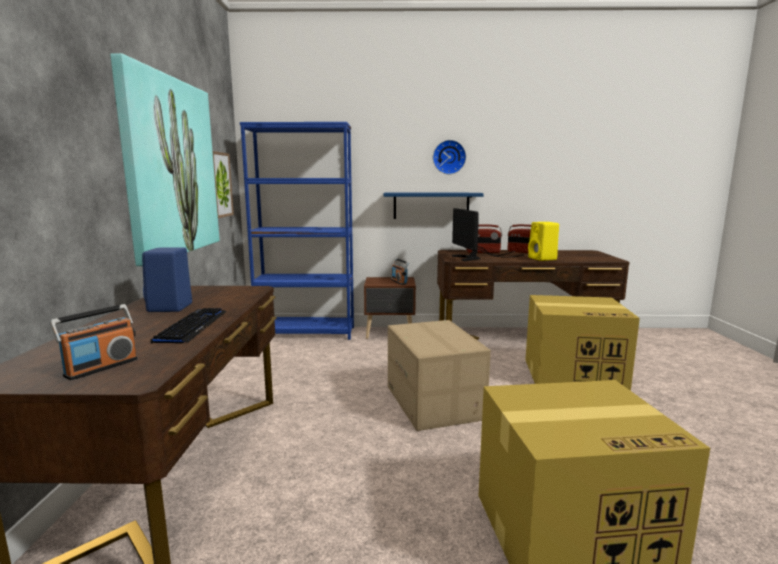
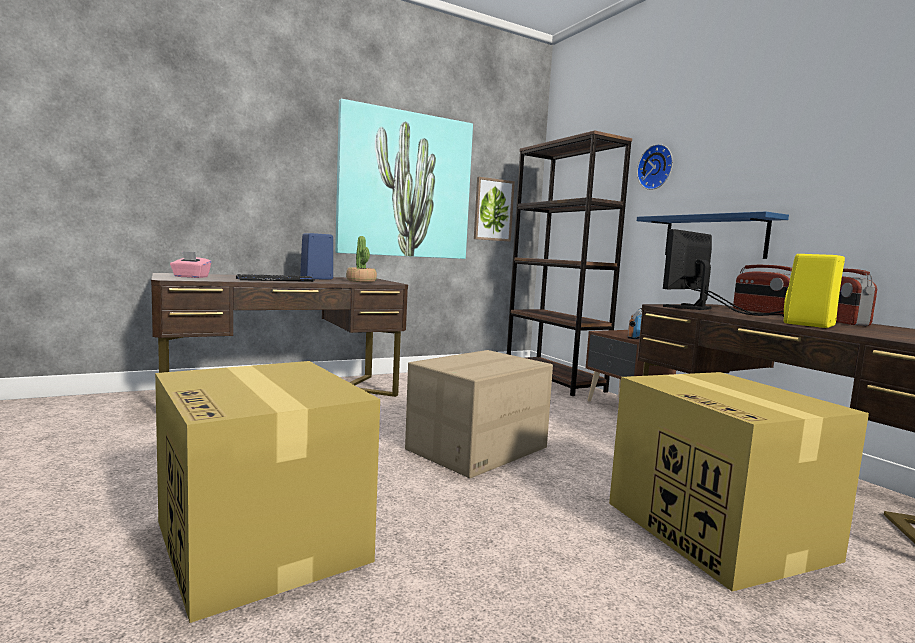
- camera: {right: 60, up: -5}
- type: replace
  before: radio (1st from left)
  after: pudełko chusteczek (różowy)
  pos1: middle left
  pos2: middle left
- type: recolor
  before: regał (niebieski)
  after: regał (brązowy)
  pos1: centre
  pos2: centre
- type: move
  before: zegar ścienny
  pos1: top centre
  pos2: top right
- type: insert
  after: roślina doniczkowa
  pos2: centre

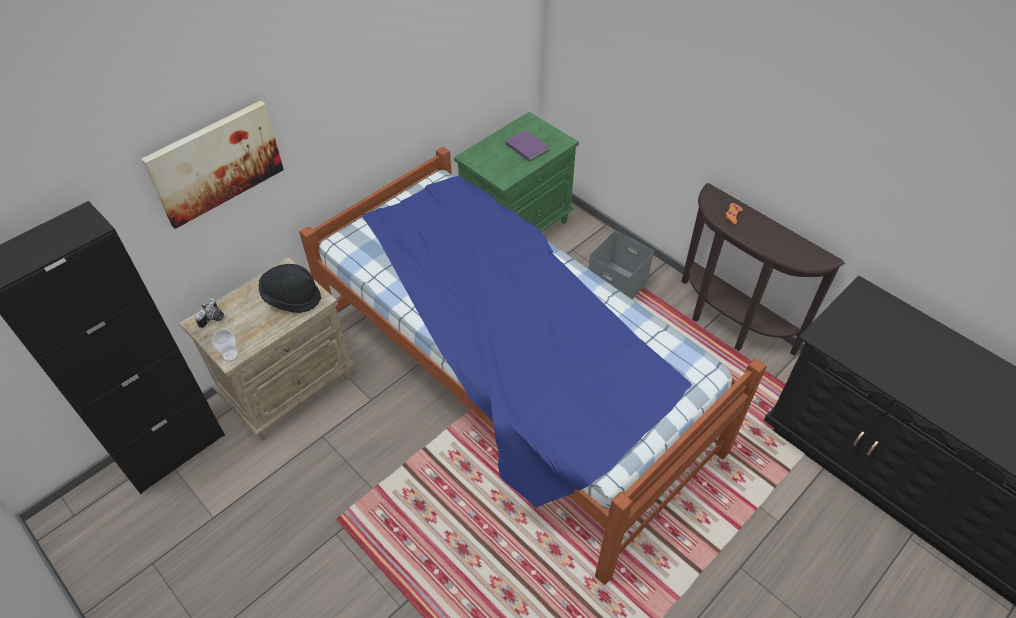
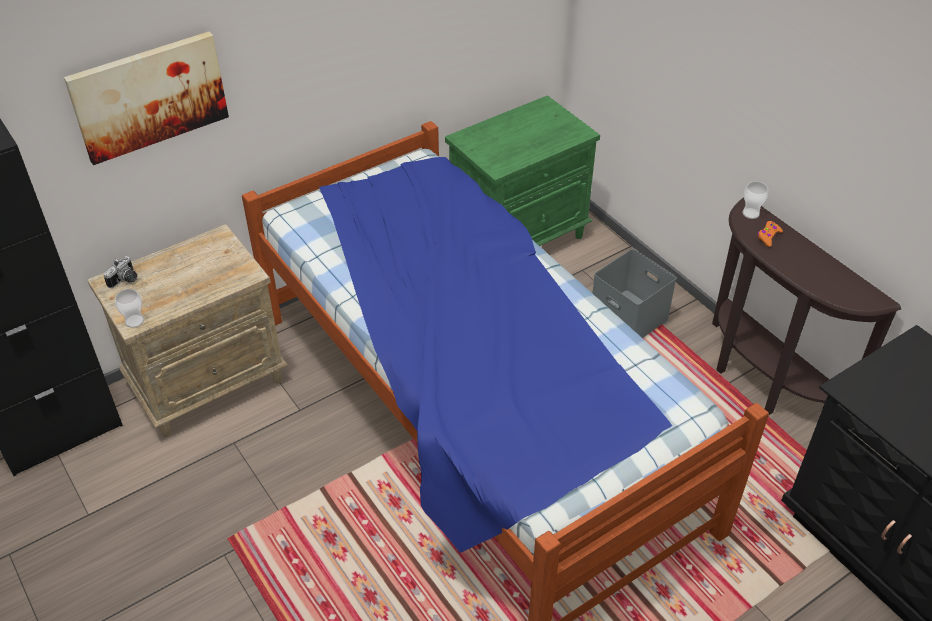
- camera: {right: 10, up: -5}
- type: delete
  before: kapelusz (czarny)
  pos1: middle left
- type: delete
  before: książka (fioletowy)
  pos1: top centre
- type: insert
  after: filiżanka (2nd from left)
  pos2: top right

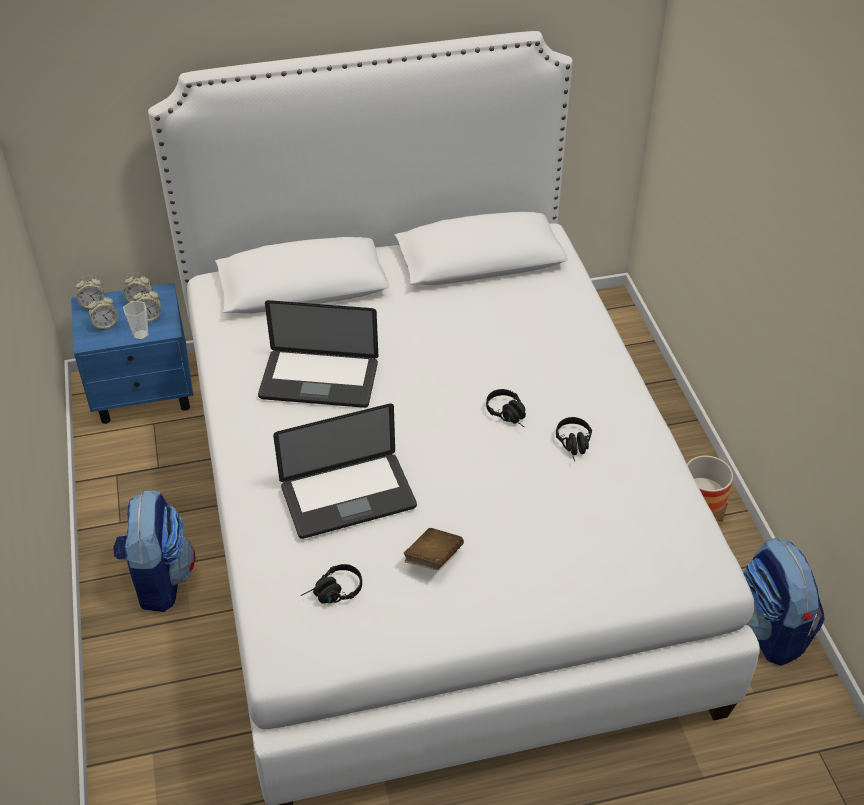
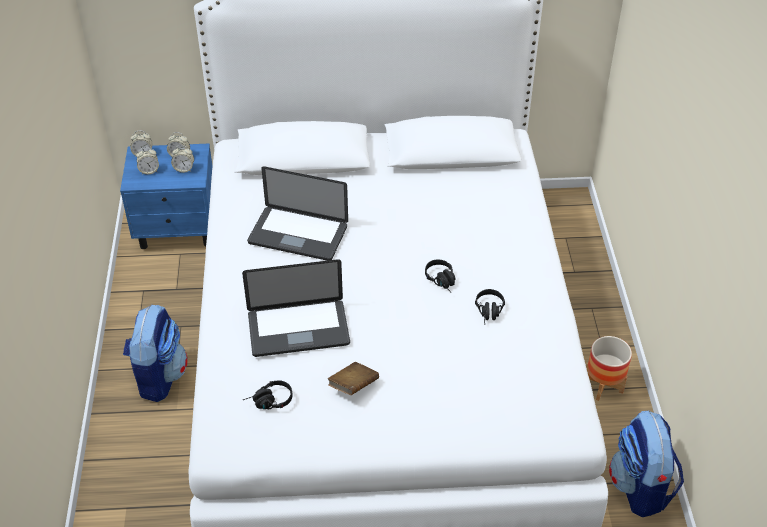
- camera: {right: 10, up: 0}
- type: delete
  before: filiżanka
  pos1: middle left

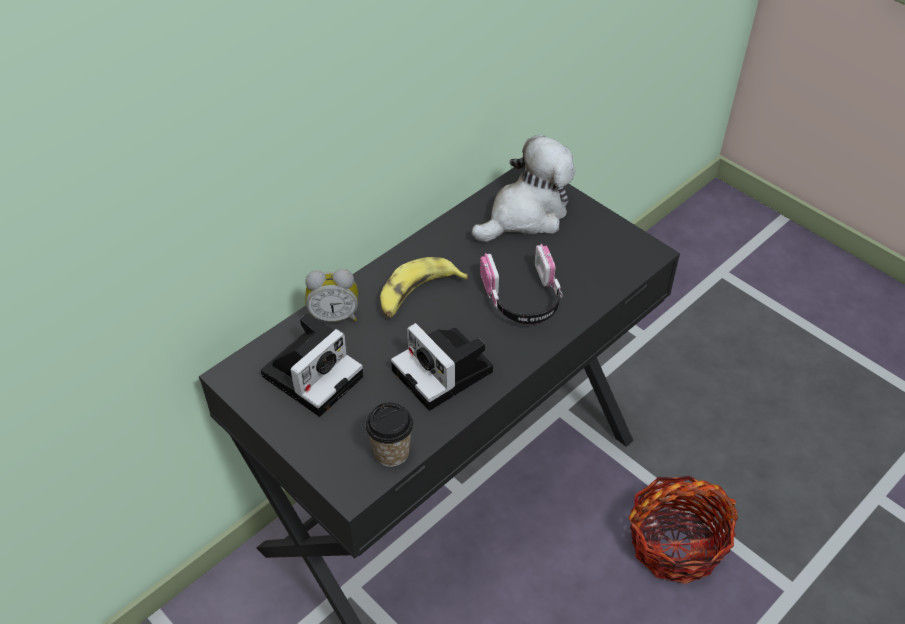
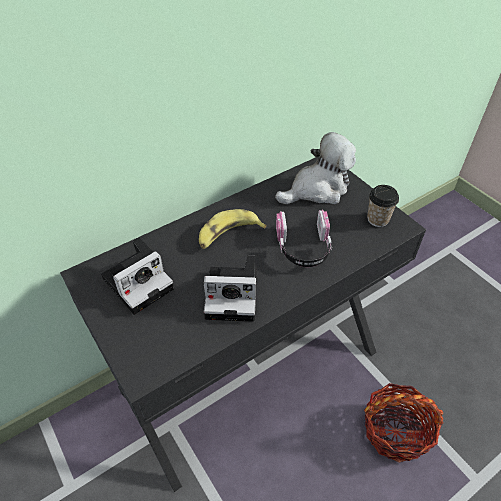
- camera: {right: 10, up: 0}
- type: delete
  before: budzik
  pos1: centre
- type: move
  before: filiżanka
  pos1: bottom centre
  pos2: middle right
- type: rotate
  before: aparat fotograficzny (2nd from left)
  pos1: centre
  pos2: centre
  turn: -60

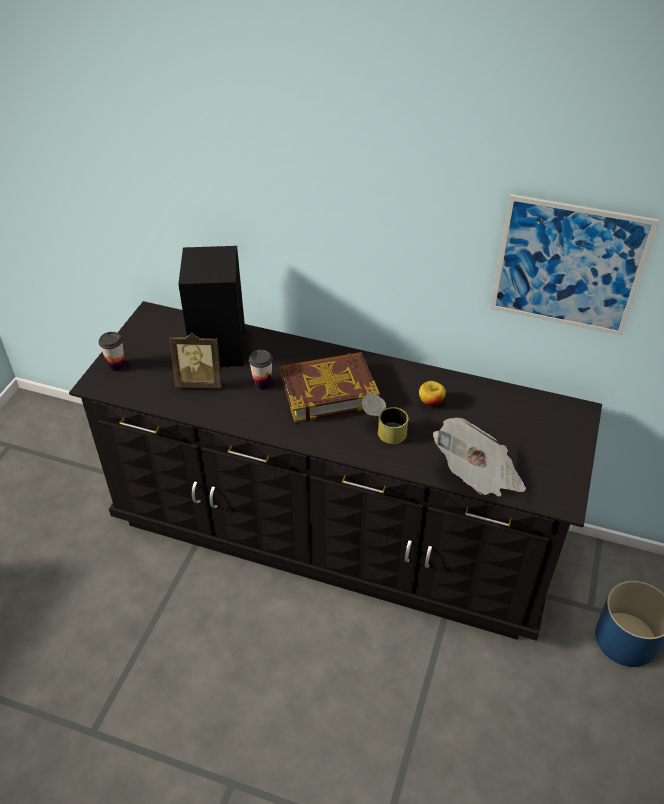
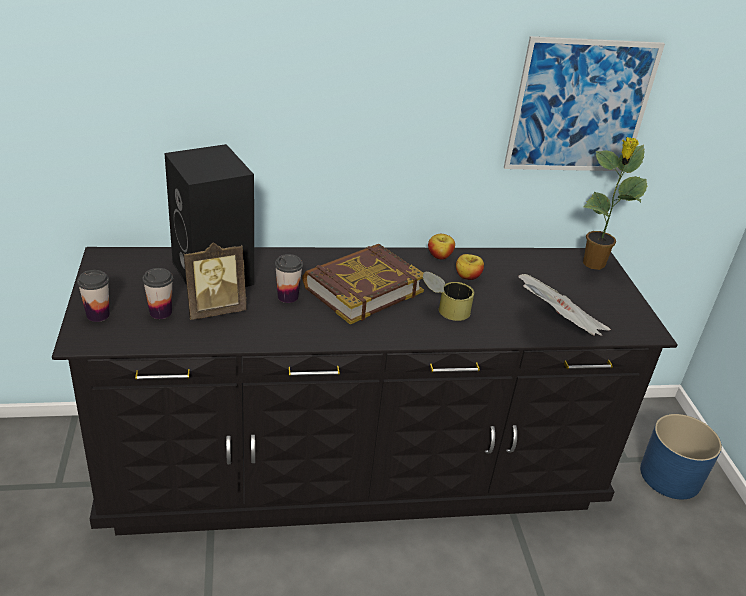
- camera: {right: -30, up: -10}
- type: insert
  after: filiżanka (2nd from left)
  pos2: middle left
- type: insert
  after: jabłko (1st from left)
  pos2: centre
- type: insert
  after: roślina doniczkowa
  pos2: middle right

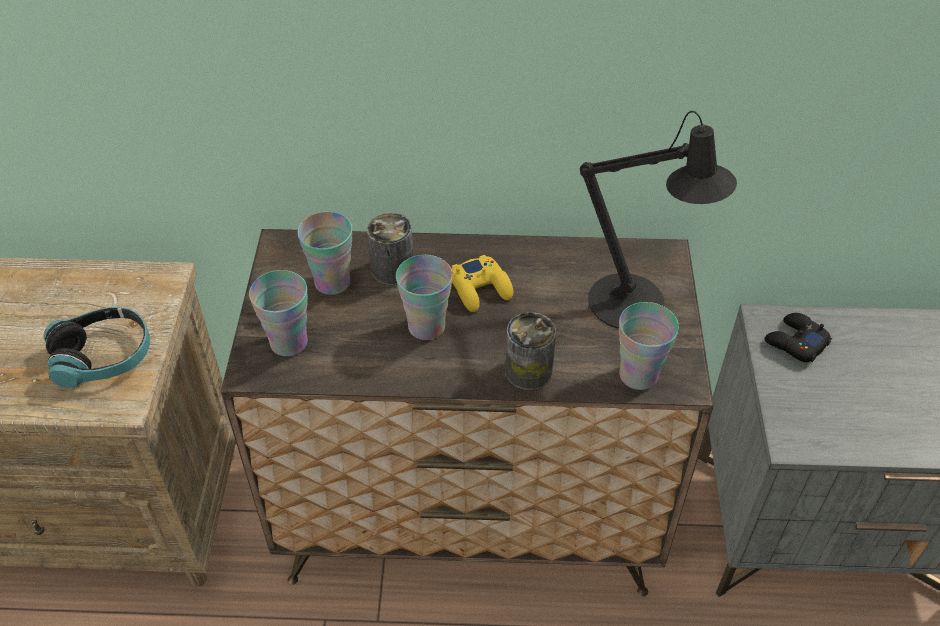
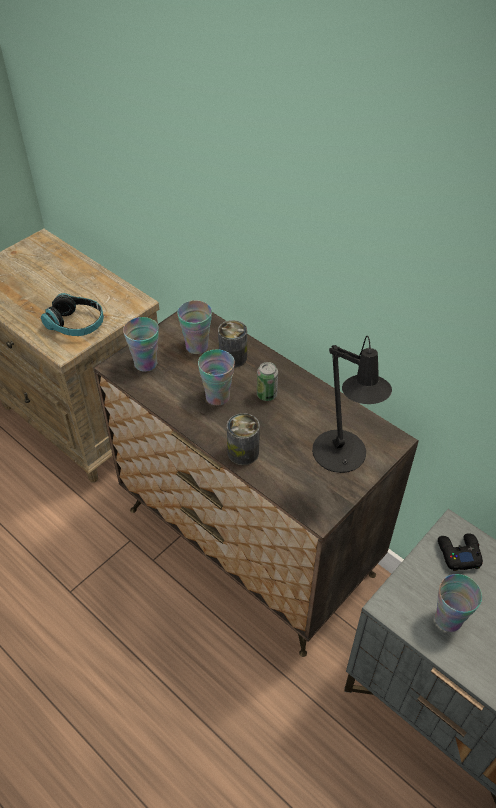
- camera: {right: 40, up: 0}
- type: replace
  before: pad do gier (żółty)
  after: puszka (3rd from left)
  pos1: centre
  pos2: centre
- type: move
  before: filiżanka (4th from left)
  pos1: middle right
  pos2: bottom right

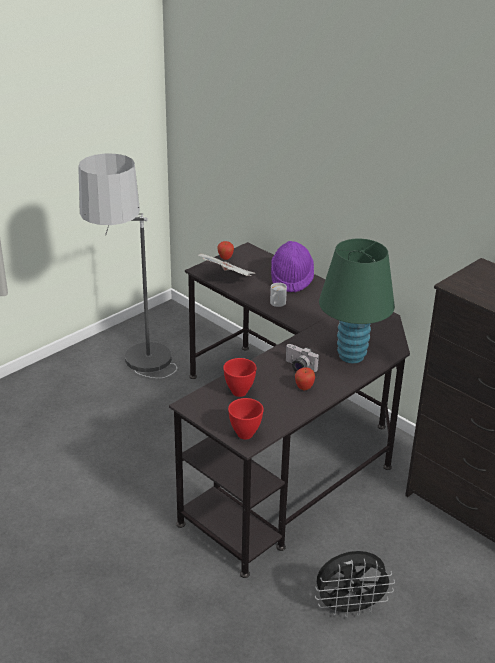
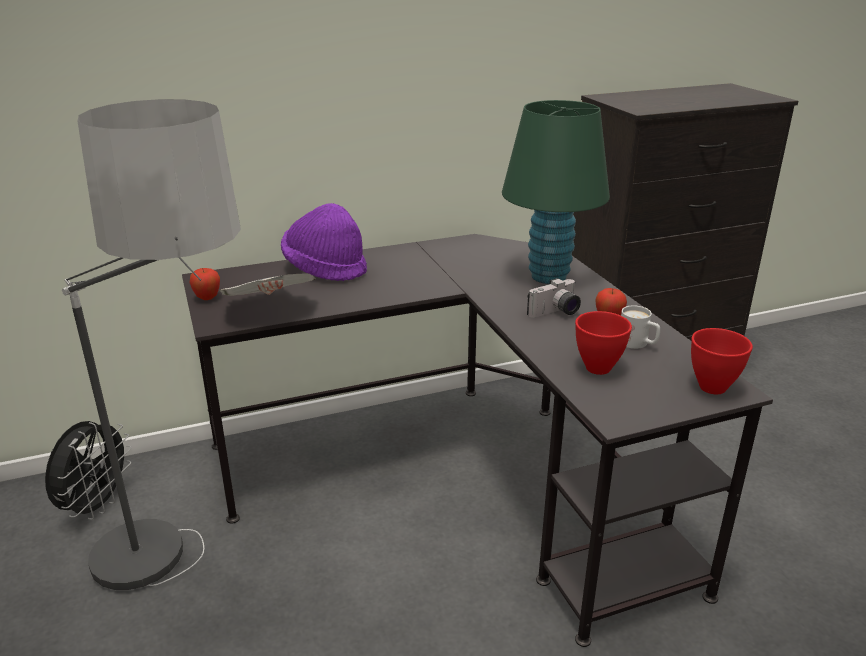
- camera: {right: -65, up: -5}
- type: move
  before: kubek (biały)
  pos1: centre
  pos2: middle right
- type: move
  before: wentylator (czarny)
  pos1: bottom right
  pos2: bottom left

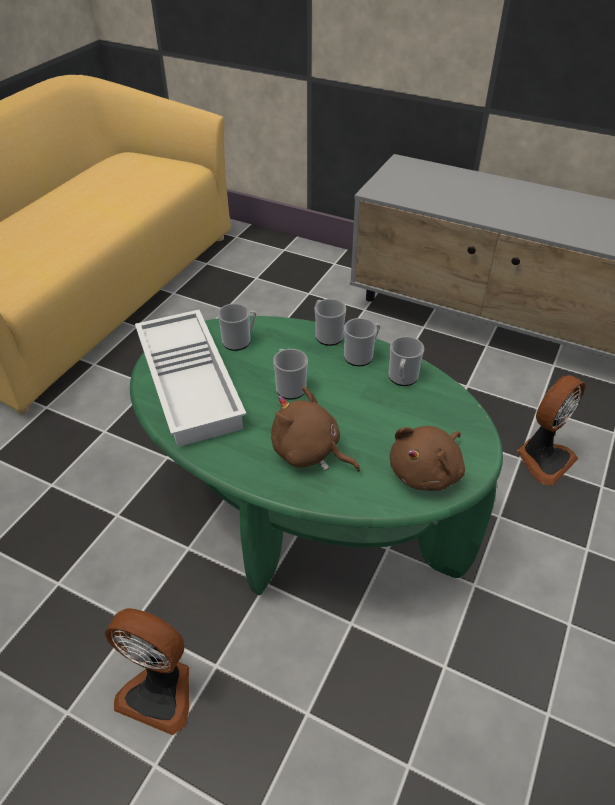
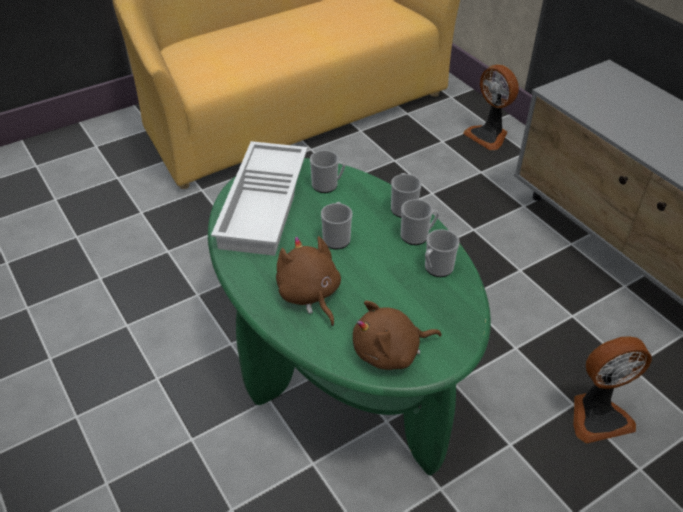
- camera: {right: 30, up: 0}
- type: move
  before: wentylator (1st from left)
  pos1: bottom left
  pos2: top right

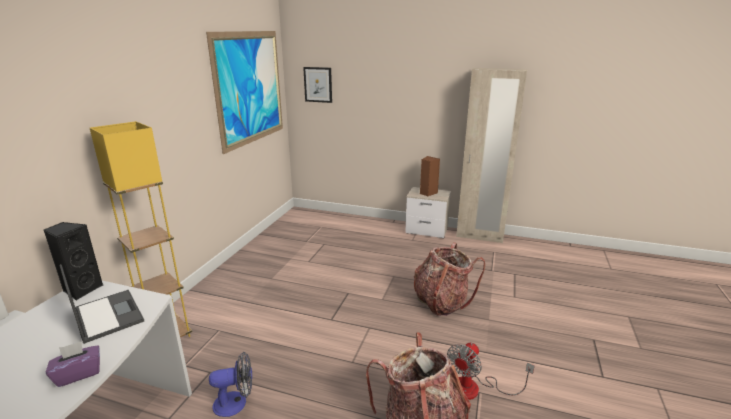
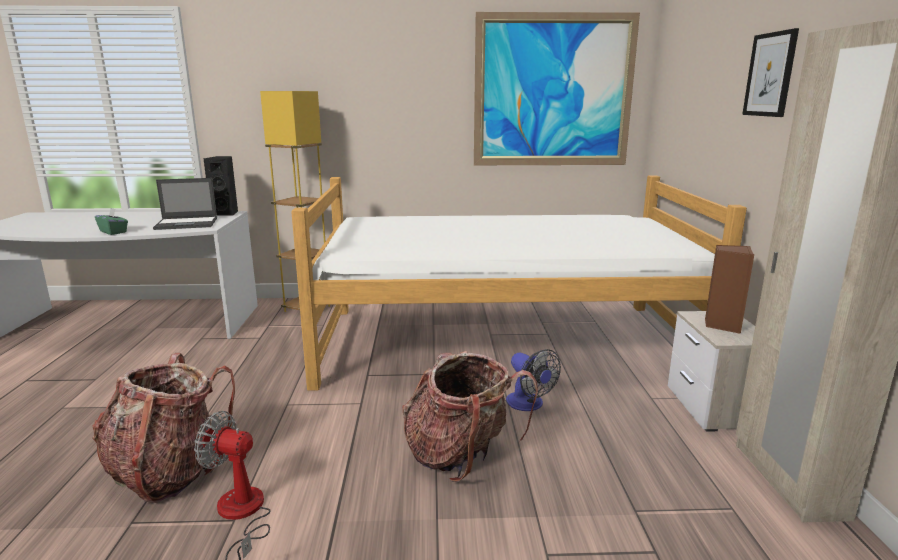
- camera: {right: 70, up: -5}
- type: recolor
  before: pudełko chusteczek (fioletowy)
  after: pudełko chusteczek (zielony)
  pos1: bottom left
  pos2: middle left
- type: rotate
  before: laptop
  pos1: bottom left
  pos2: middle left
  turn: 45
- type: move
  before: wentylator (1st from left in the first image)
  after: wentylator (2nd from left)
  pos1: bottom left
  pos2: bottom centre
- type: move
  before: obraz (2nd from left)
  pos1: top centre
  pos2: top right
- type: insert
  after: łóżko
  pos2: centre

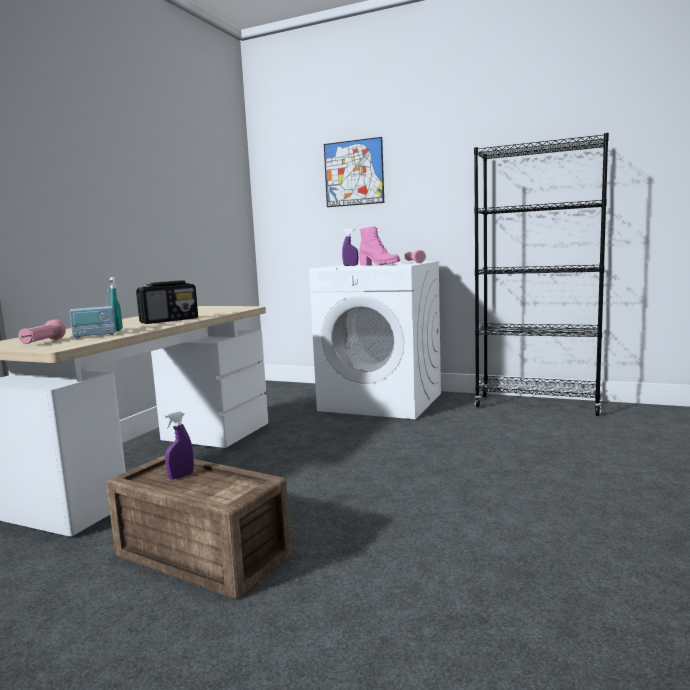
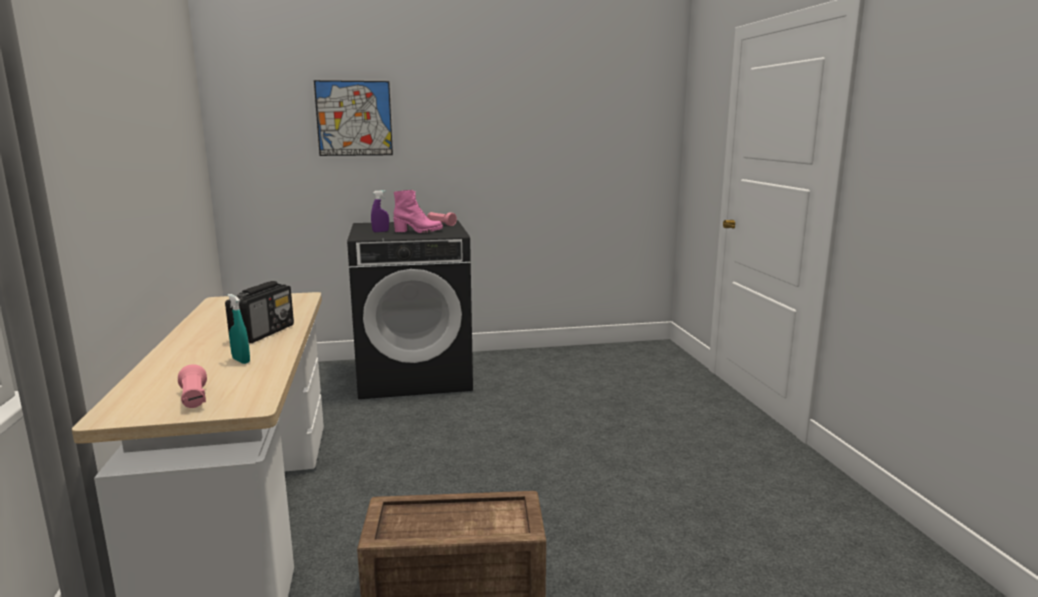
- camera: {right: -35, up: 5}
- type: delete
  before: radio (1st from left)
  pos1: middle left
- type: delete
  before: spryskiwacz (fioletowy) (1st from left)
  pos1: middle left
- type: recolor
  before: pralka (biały)
  after: pralka (czarny)
  pos1: centre
  pos2: centre
- type: delete
  before: regał (czarny)
  pos1: middle right

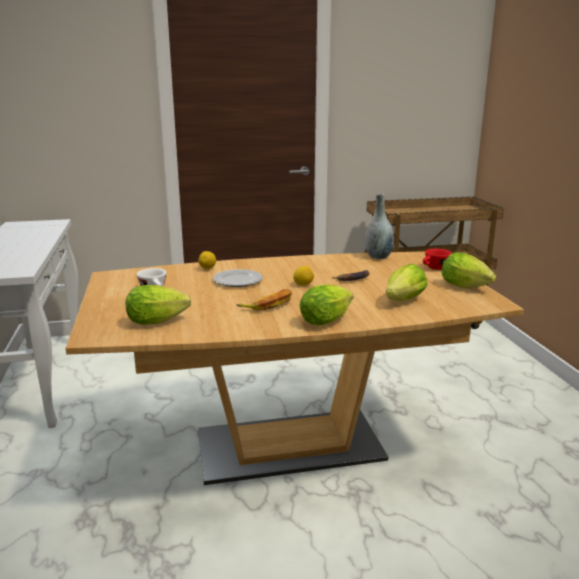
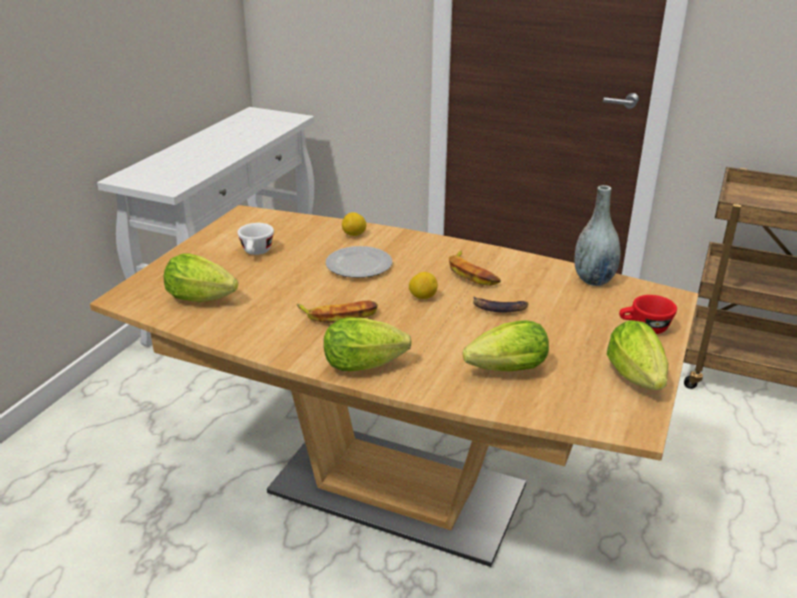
- camera: {right: 35, up: 10}
- type: insert
  after: banan (2nd from left)
  pos2: centre

